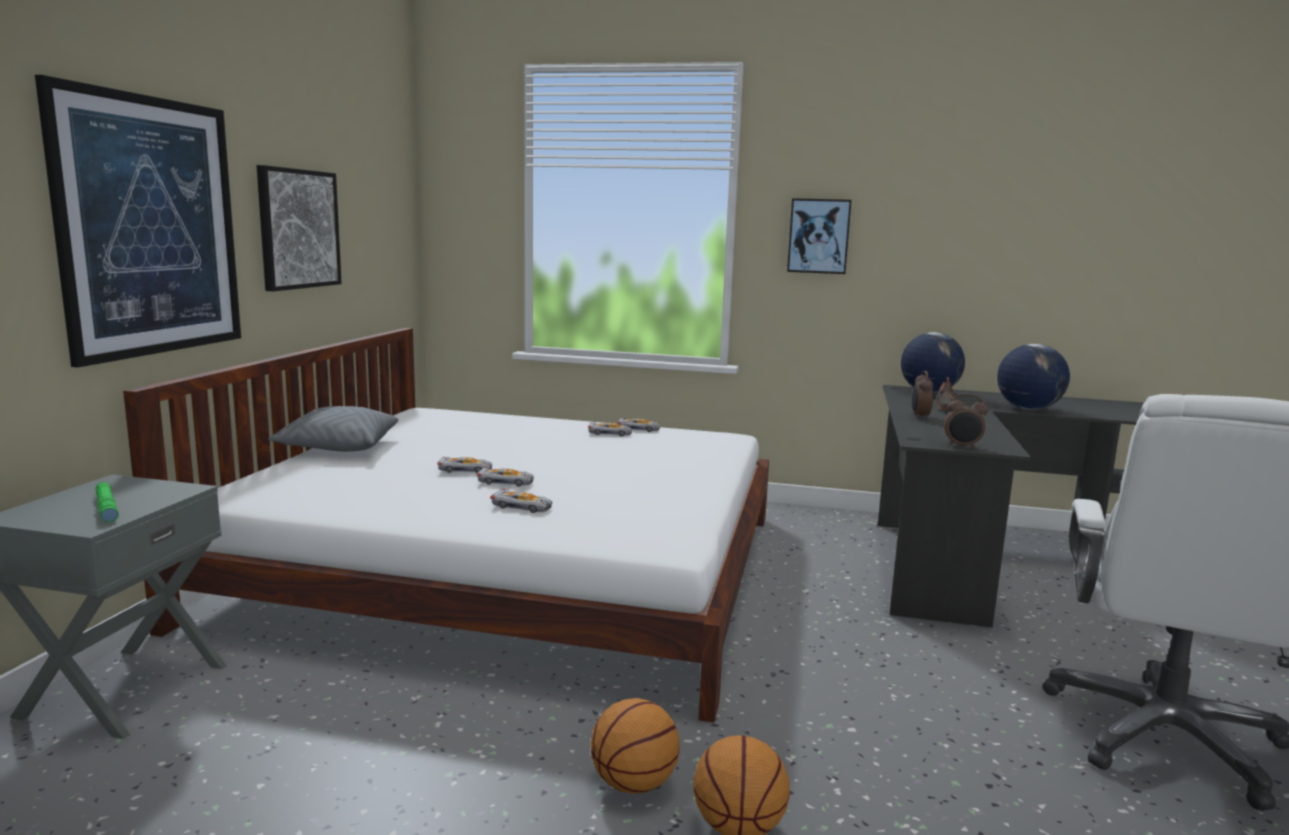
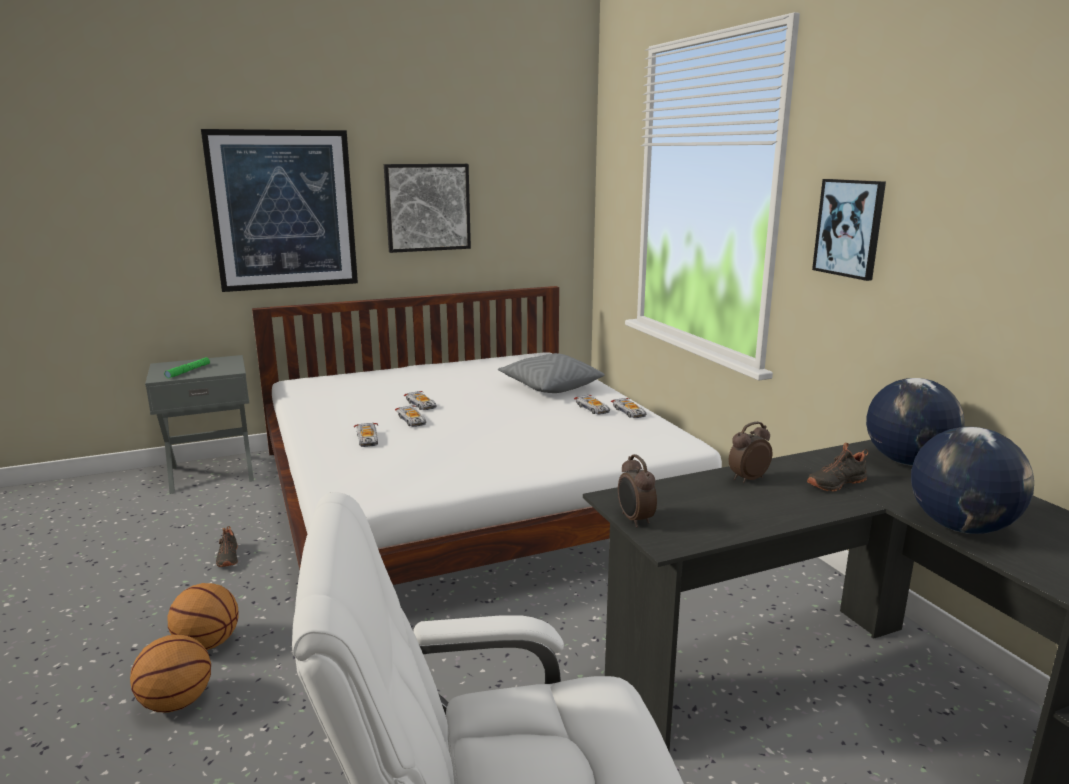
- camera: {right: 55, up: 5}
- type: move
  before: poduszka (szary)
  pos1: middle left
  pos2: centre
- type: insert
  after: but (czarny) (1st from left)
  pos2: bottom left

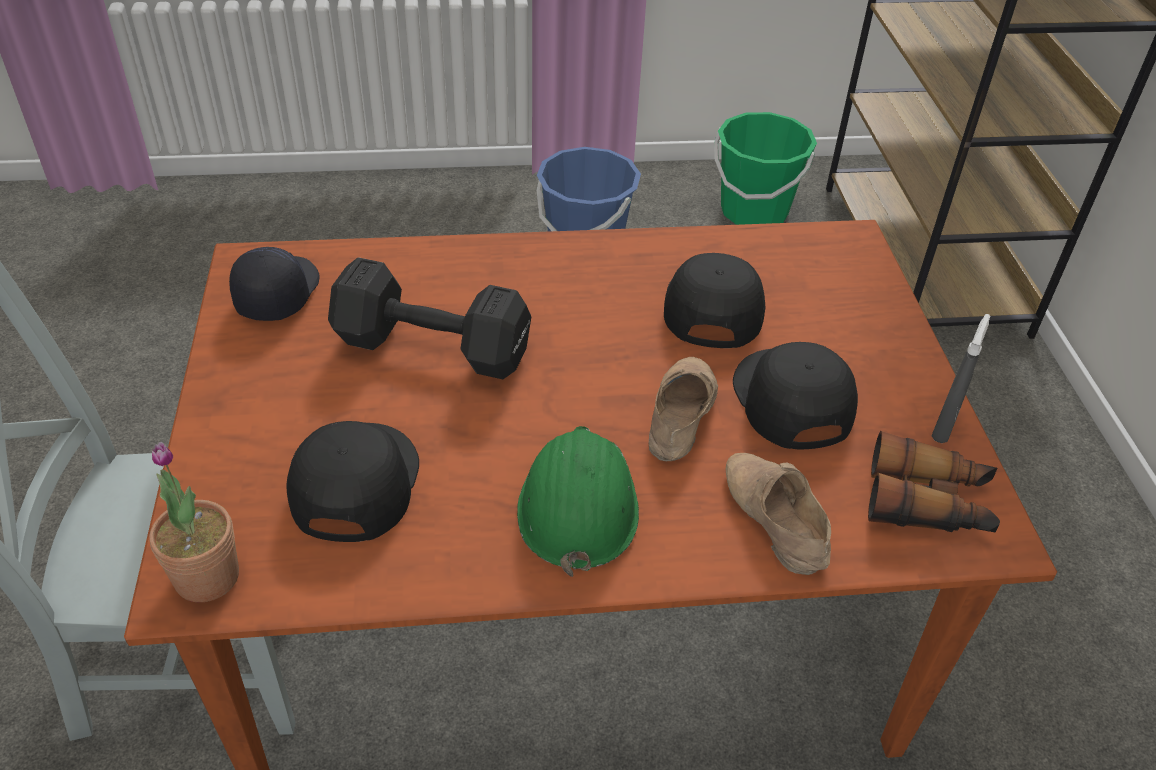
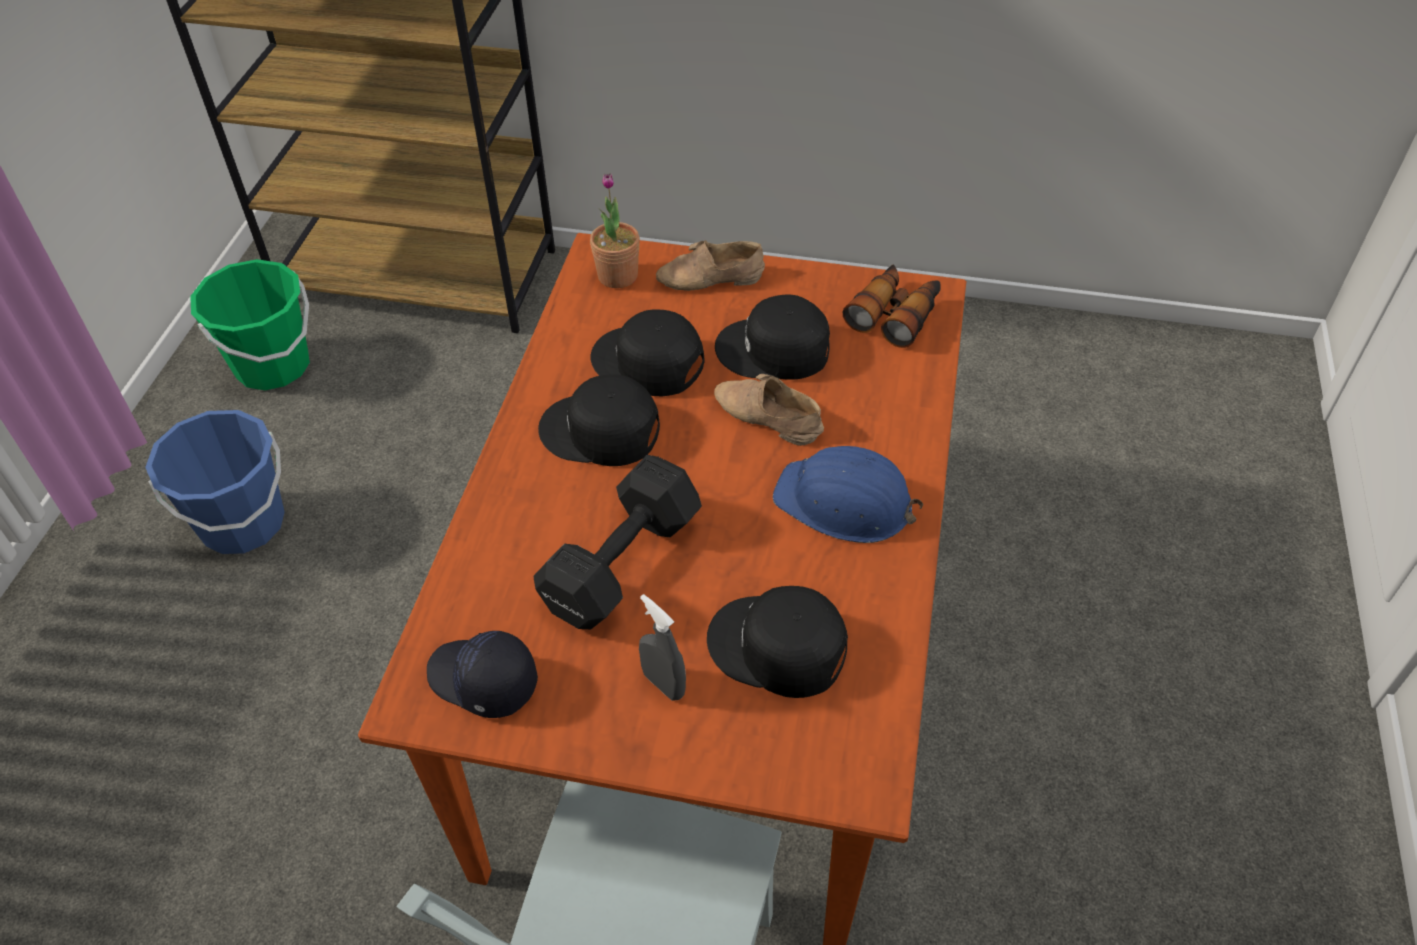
- camera: {right: -70, up: 5}
- type: move
  before: roślina doniczkowa
  pos1: bottom left
  pos2: top centre
- type: recolor
  before: kask (zielony)
  after: kask (niebieski)
  pos1: centre
  pos2: centre
- type: move
  before: but (beżowy) (2nd from left in the first image)
  after: but (beżowy) (1st from left)
  pos1: bottom right
  pos2: top centre
- type: move
  before: spryskiwacz (szary)
  pos1: middle right
  pos2: bottom centre
- type: insert
  after: czapka z daszkiem (czarny) (2nd from left)
  pos2: centre

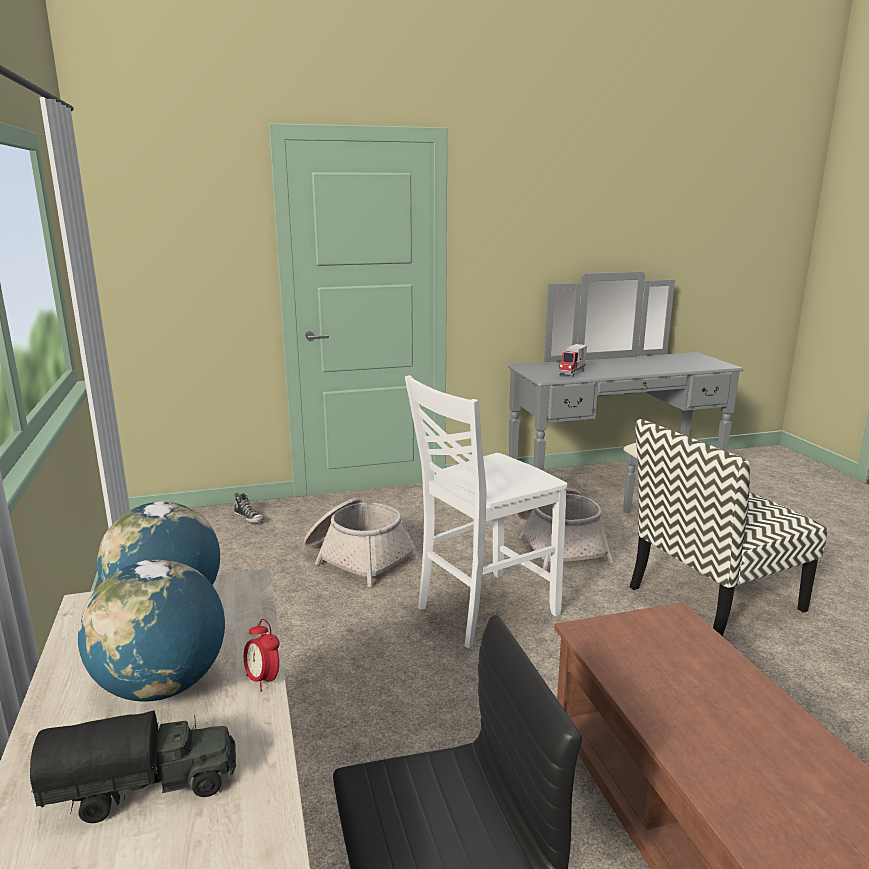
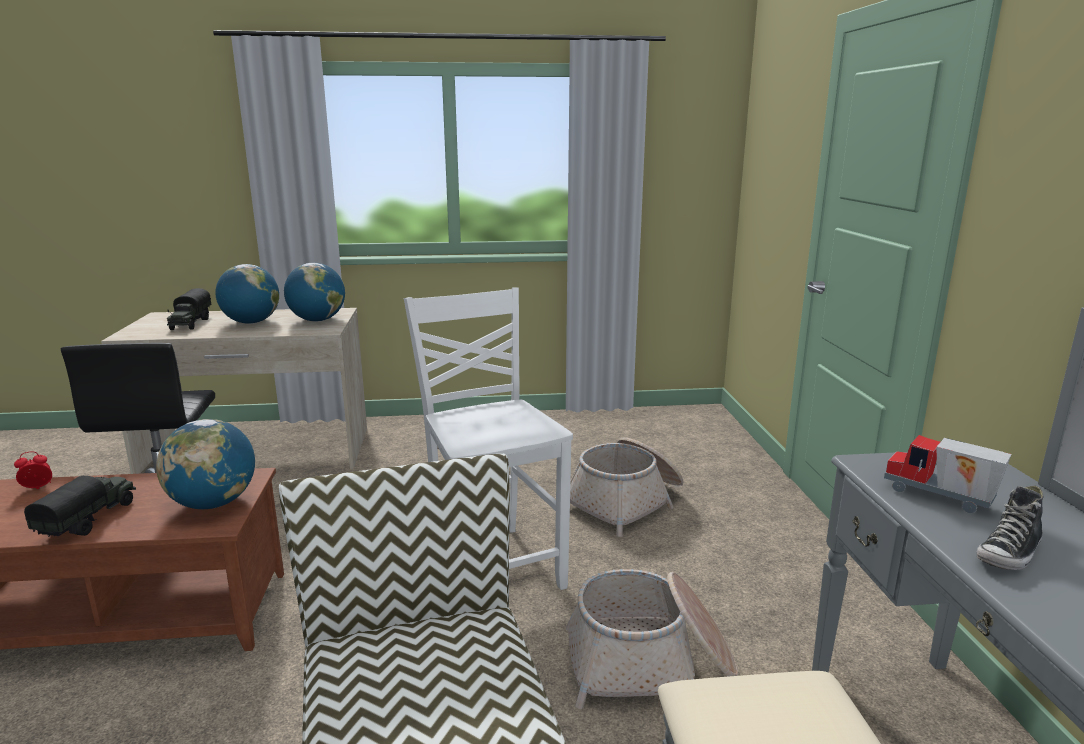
- camera: {right: 100, up: 0}
- type: move
  before: but
  pos1: middle left
  pos2: bottom right
- type: move
  before: budzik
  pos1: bottom left
  pos2: middle left
- type: insert
  after: ciężarówka zabawkowa (1st from left)
  pos2: bottom left
- type: insert
  after: globus (1st from left)
  pos2: middle left

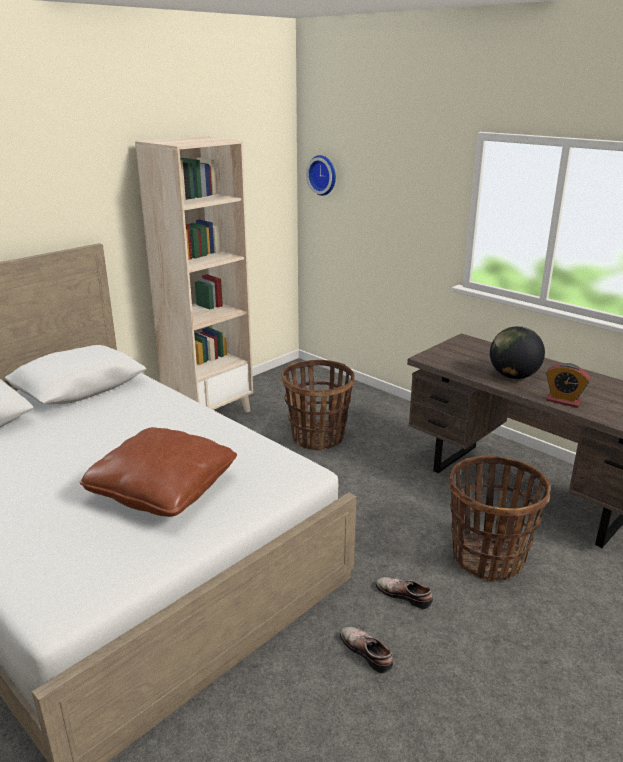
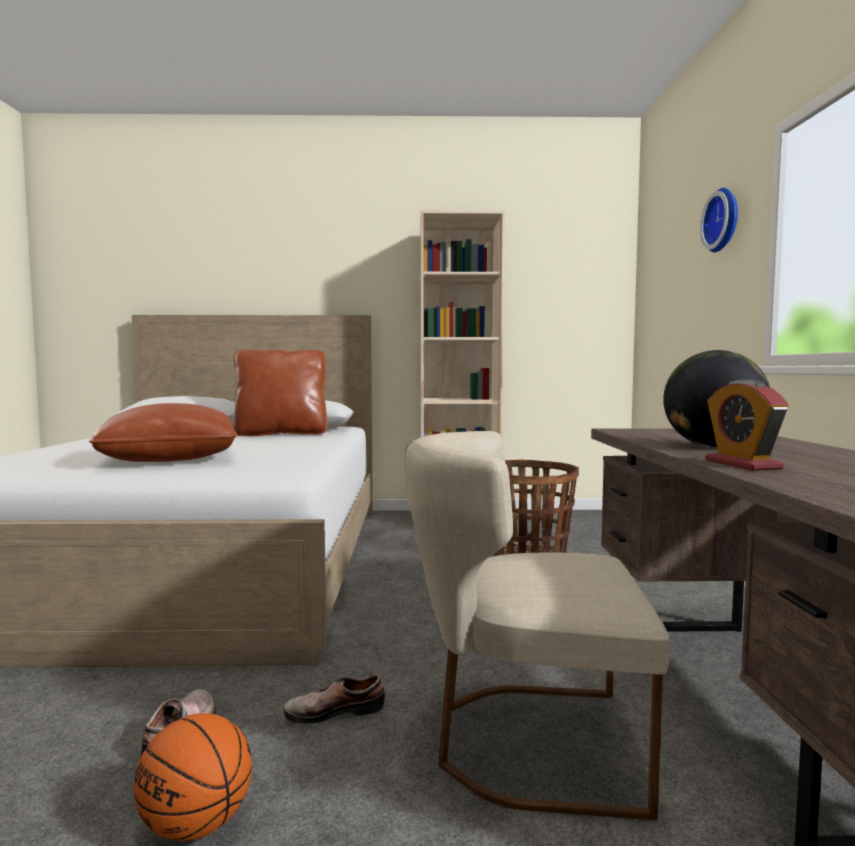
- camera: {right: 45, up: -20}
- type: move
  before: zegar ścienny
  pos1: top centre
  pos2: top right
- type: rotate
  before: but (2nd from left)
  pos1: bottom centre
  pos2: bottom centre
  turn: -90
- type: replace
  before: koszyk (2nd from left)
  after: krzesło (beżowy)
  pos1: bottom right
  pos2: bottom centre
- type: insert
  after: piłka do koszykówki
  pos2: bottom left
- type: insert
  after: poduszka (brązowy) (2nd from left)
  pos2: middle left

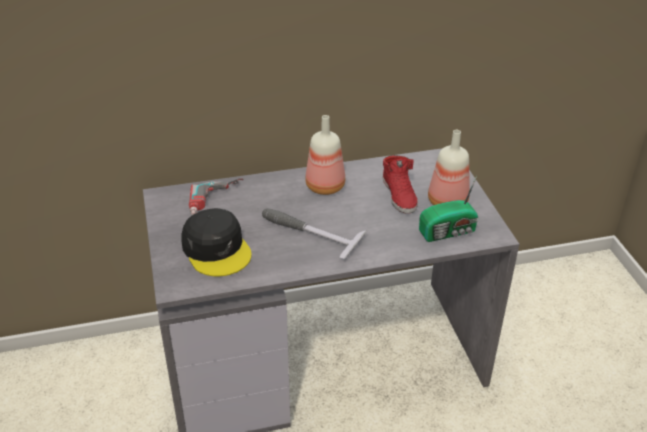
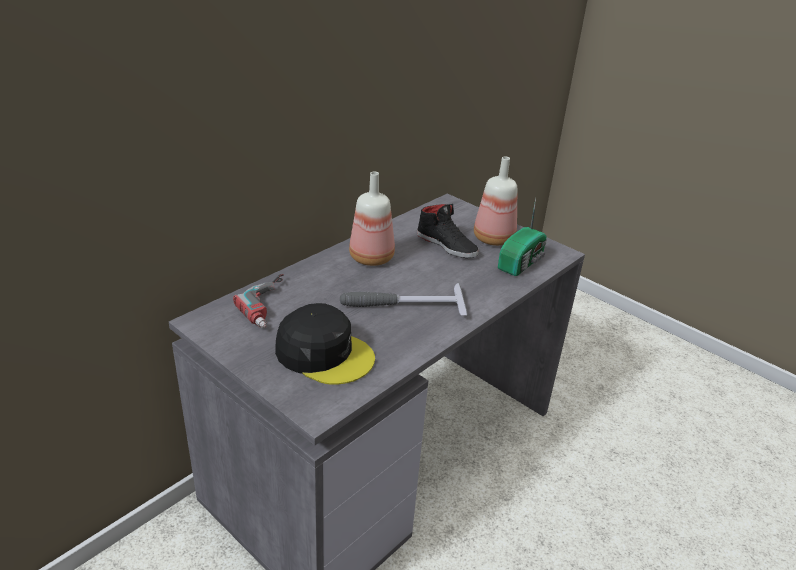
- camera: {right: -35, up: -5}
- type: recolor
  before: but (czerwony)
  after: but (czarny)
  pos1: centre
  pos2: centre

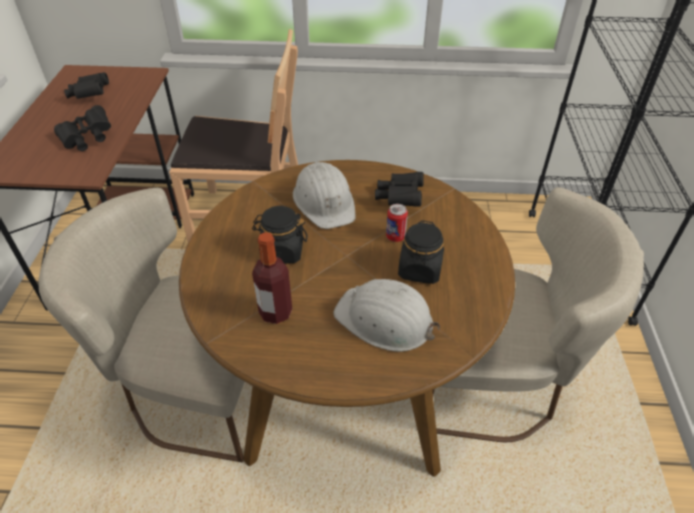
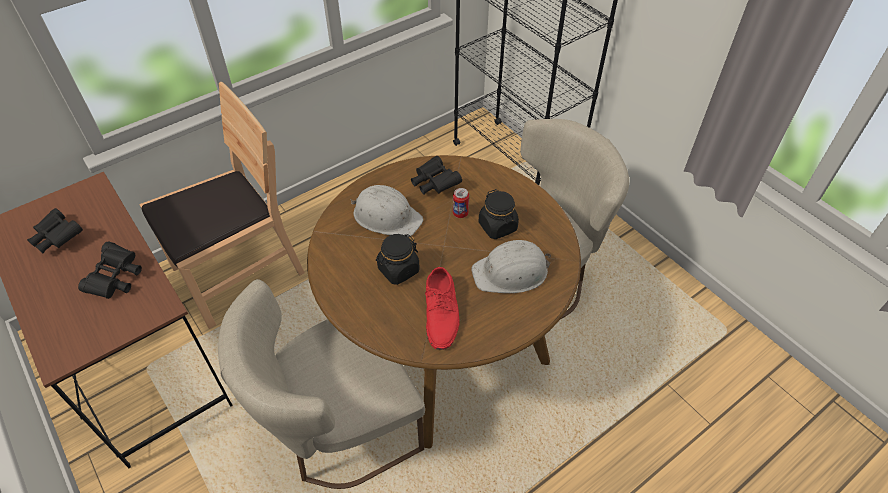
- camera: {right: -40, up: 5}
- type: replace
  before: butelka
  after: but (czerwony)
  pos1: centre
  pos2: centre

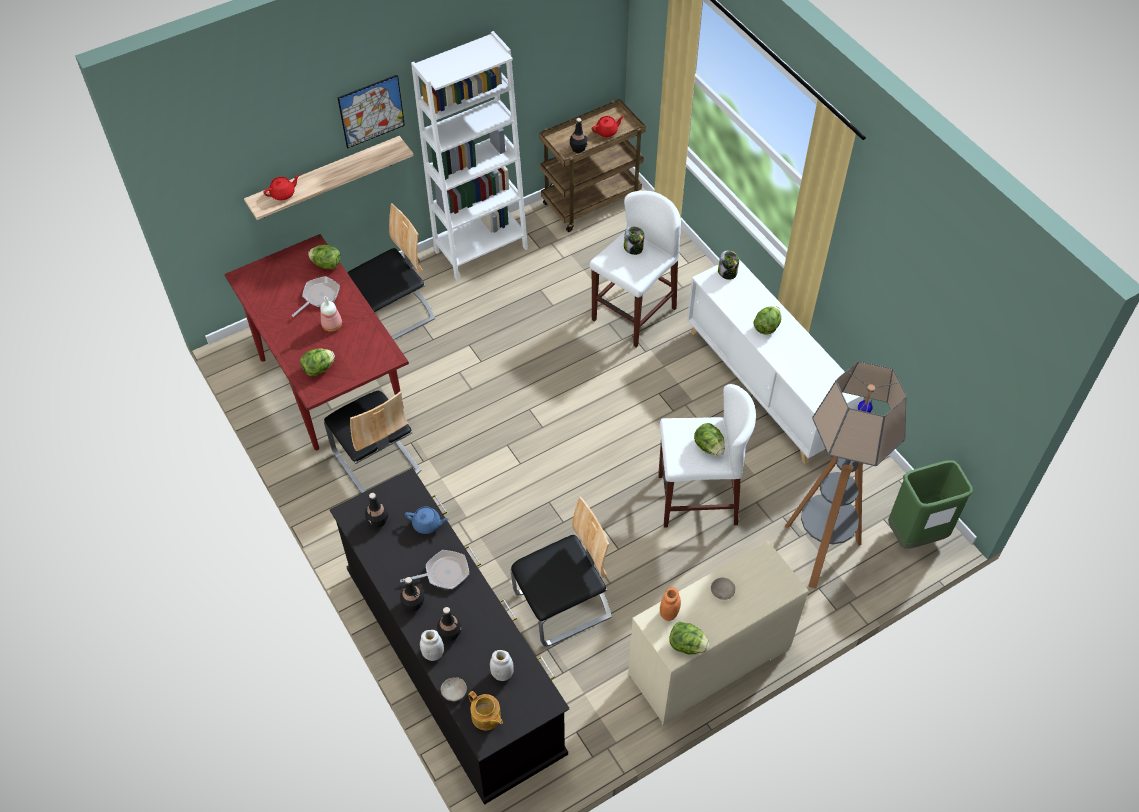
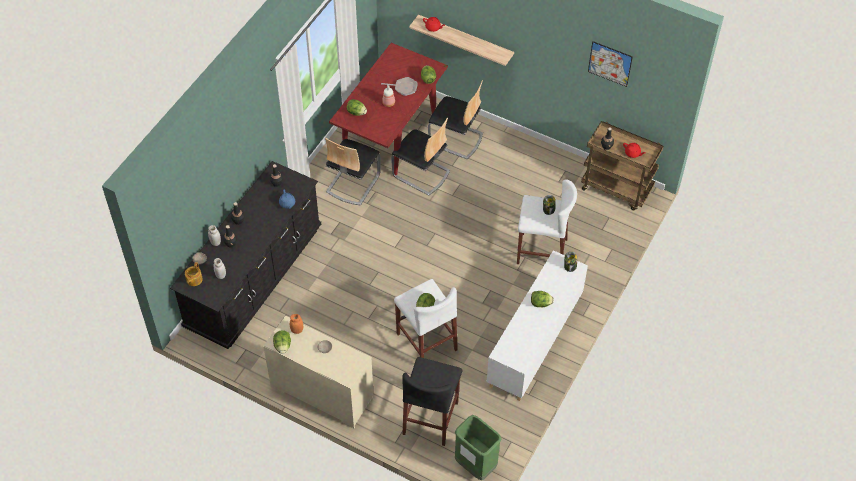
- camera: {right: 60, up: 0}
- type: move
  before: obraz
  pos1: top left
  pos2: top right
- type: delete
  before: patelnia (2nd from left)
  pos1: bottom centre
- type: delete
  before: regał (biały)
  pos1: top centre
- type: move
  before: krzesło (3rd from left in the first image)
  after: krzesło (2nd from left)
  pos1: bottom centre
  pos2: top centre
- type: replace
  before: lampa stojąca
  after: stołek (czarny)
  pos1: middle right
  pos2: bottom centre

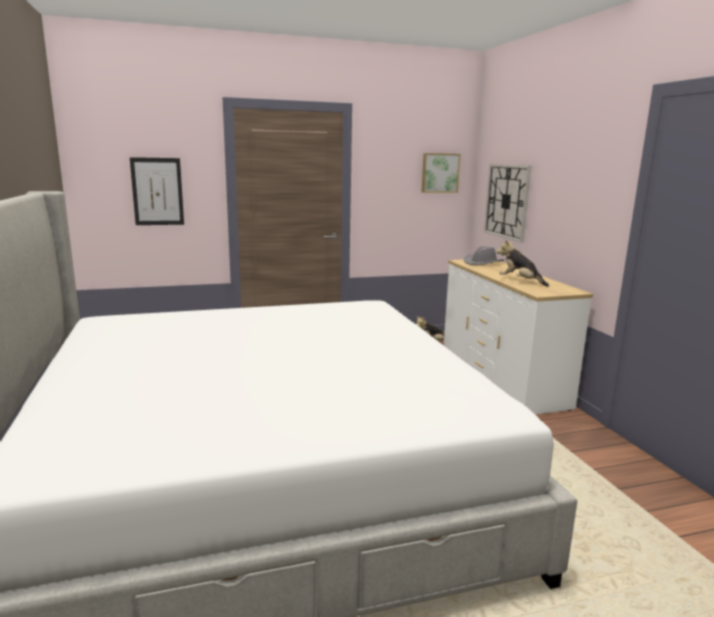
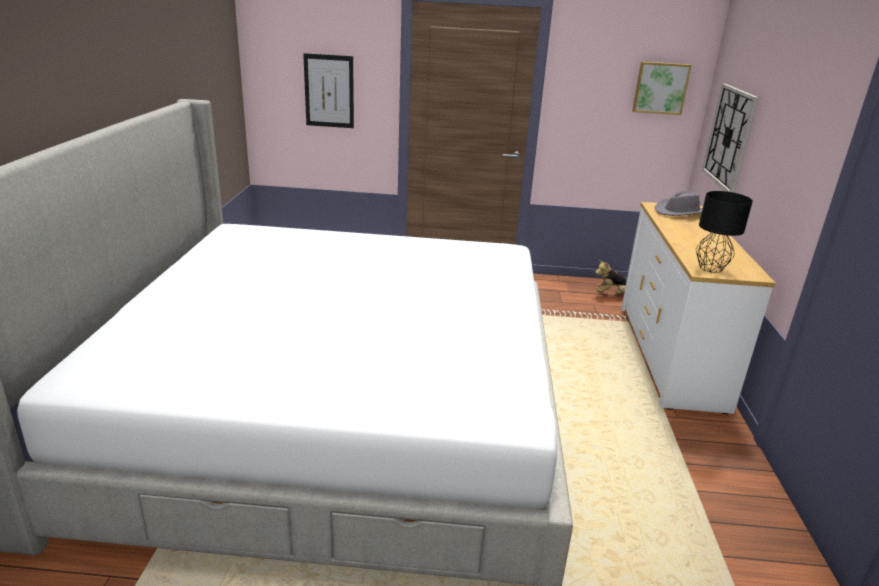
- camera: {right: 20, up: 10}
- type: delete
  before: pluszak (2nd from left)
  pos1: middle right
- type: insert
  after: lampa stołowa (czarny)
  pos2: middle right

